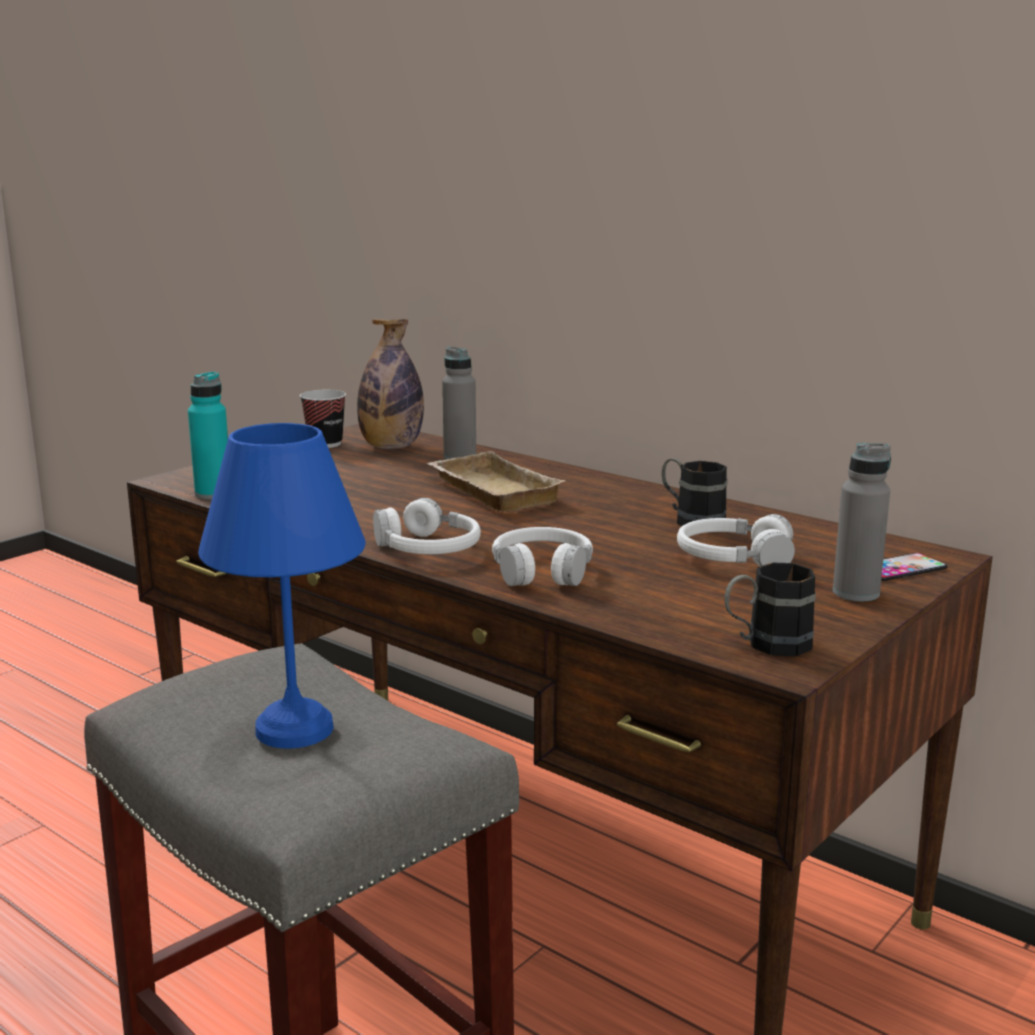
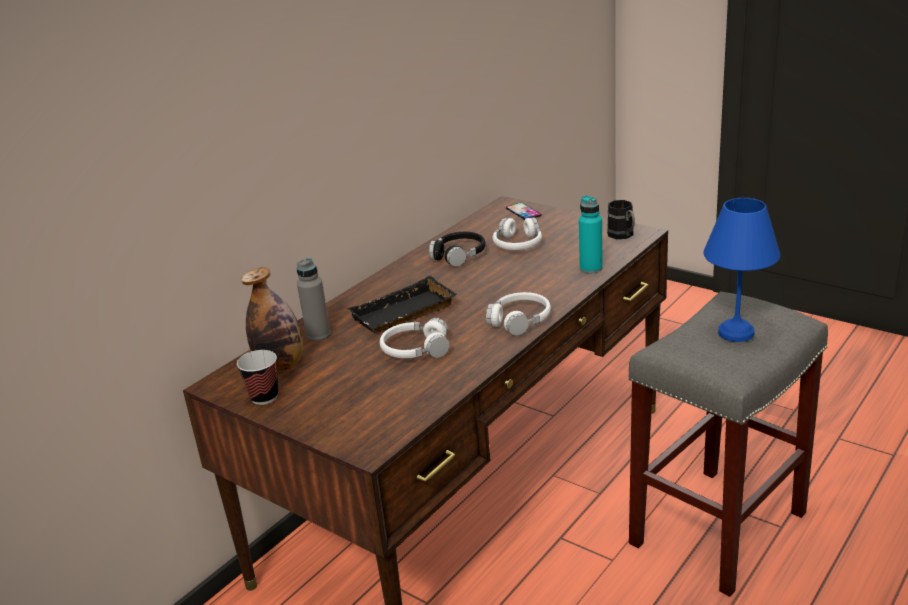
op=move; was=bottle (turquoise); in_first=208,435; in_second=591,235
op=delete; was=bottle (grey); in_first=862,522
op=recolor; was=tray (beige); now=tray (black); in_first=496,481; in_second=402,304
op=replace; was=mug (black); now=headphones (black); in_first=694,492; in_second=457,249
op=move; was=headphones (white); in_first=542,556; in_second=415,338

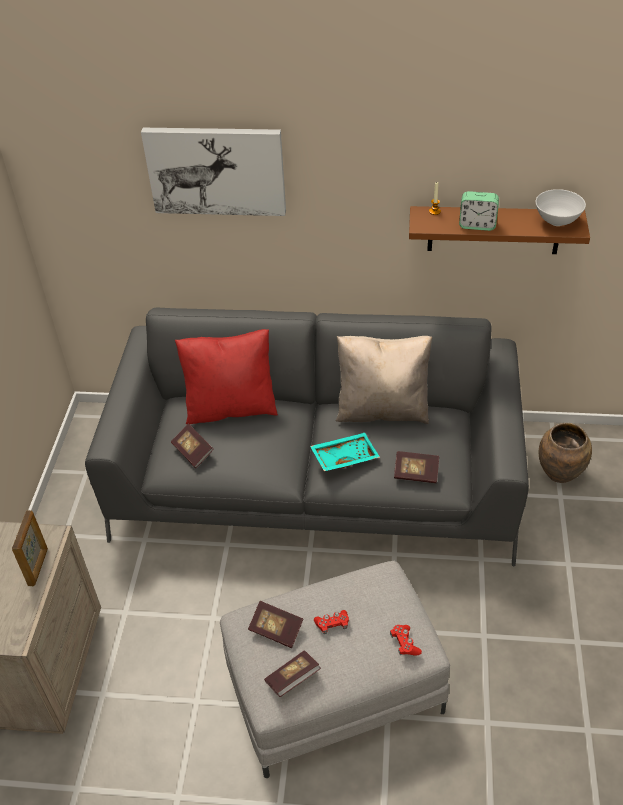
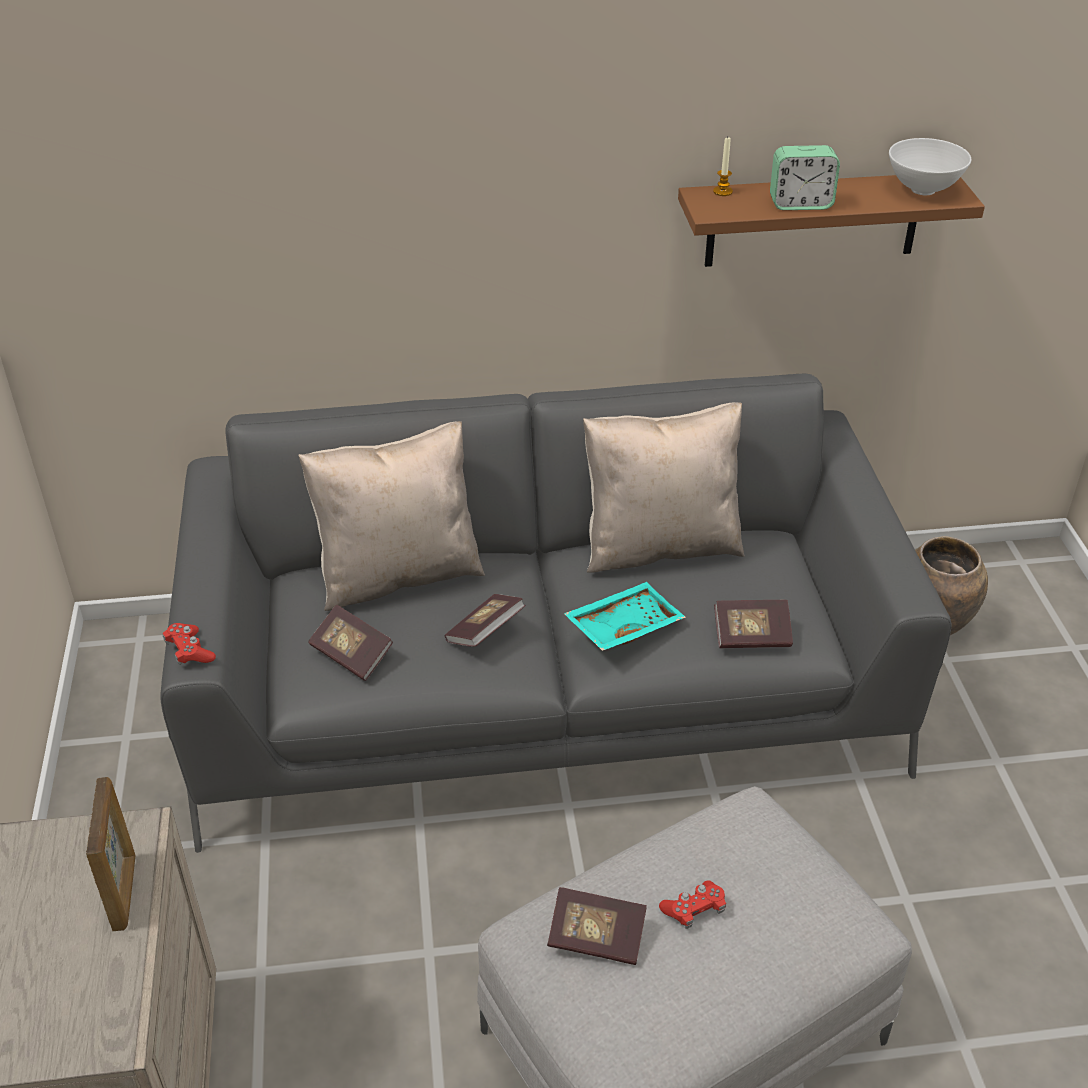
op=delete; was=picture; in_first=213,172
op=recolor; was=pillow (red); now=pillow (beige); in_first=226,376; in_second=391,516
op=move; was=game controller (red); in_first=406,640; in_second=189,644
op=move; was=book; in_first=292,673; in_second=485,620

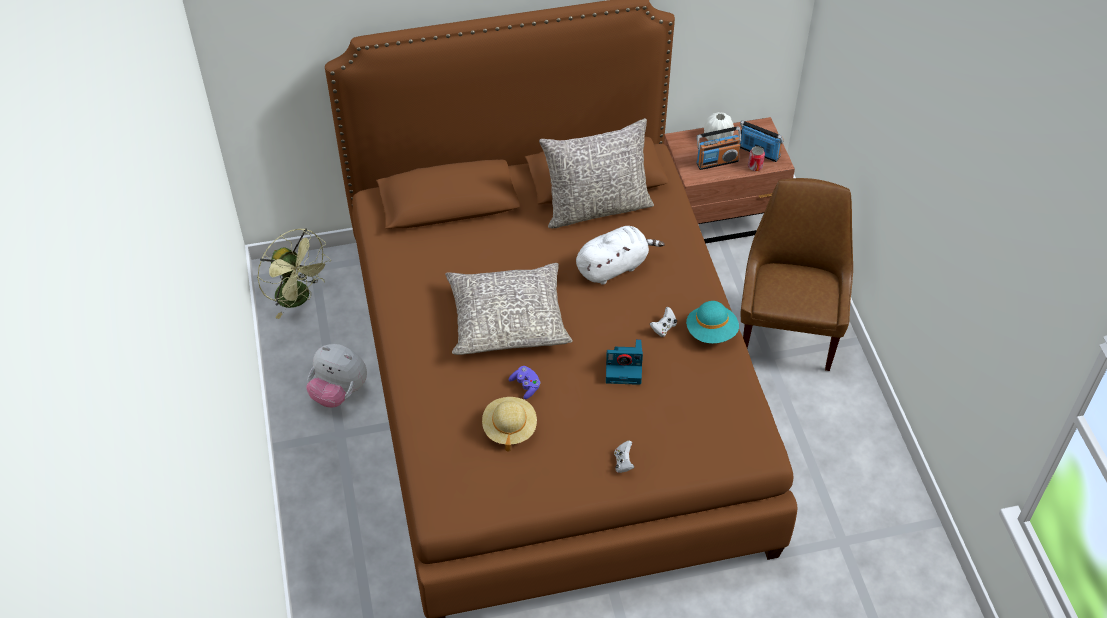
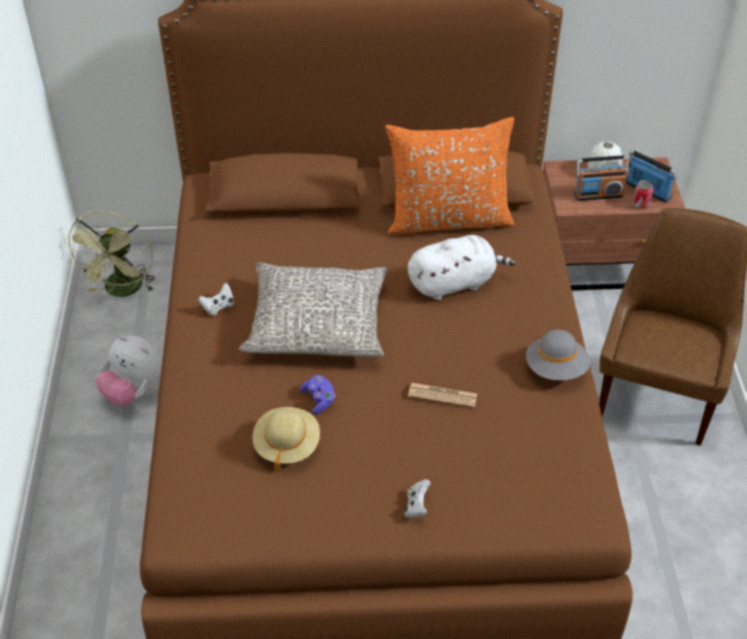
op=recolor; was=pillow (grey); now=pillow (orange); in_first=596,173; in_second=449,176
op=rotate; was=fan (green); in_first=294,273; in_second=110,254; clockwise=45
op=recolor; was=hat (turquoise); now=hat (grey); in_first=712,322; in_second=558,355
op=move; was=game controller (white); in_first=663,322; in_second=216,299
op=replace; was=photo camera; now=newspaper; in_first=624,362; in_second=442,395

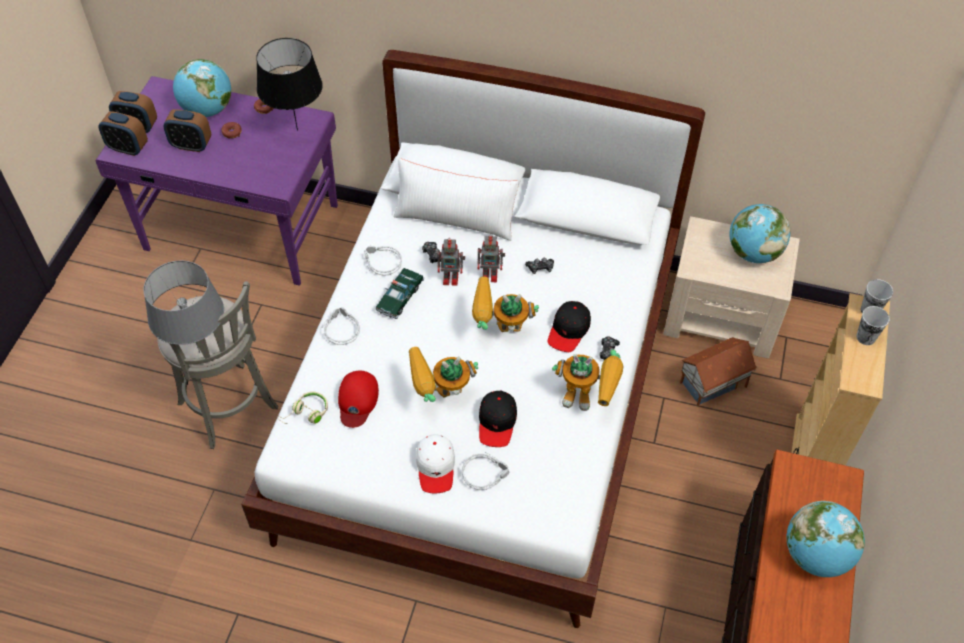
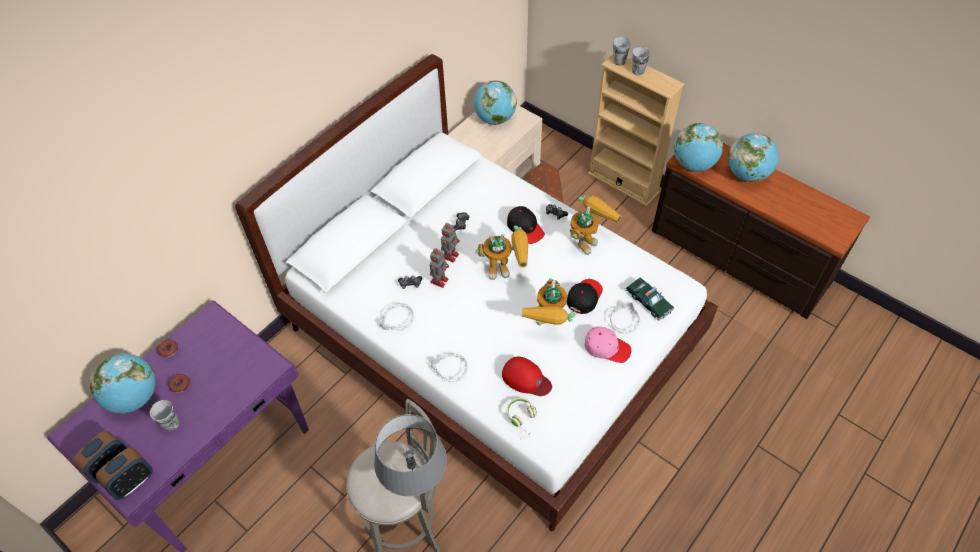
op=delete; was=table lamp (black); in_first=289,84
op=replace; was=alarm clock; now=cup; in_first=187,130; in_second=165,415
op=delete; was=pillow (white); in_first=456,199
op=move; was=toy car; in_first=399,293; in_second=649,299
op=rotate; was=toy robot; in_first=505,304; in_second=501,252; clockwise=-120
op=rotate; was=cap (black); in_first=498,419; in_second=585,296; clockwise=-90
op=recolor; was=cap (white); now=cap (pink); in_first=435,463; in_second=608,344
op=insert; now=globe; in_second=698,147

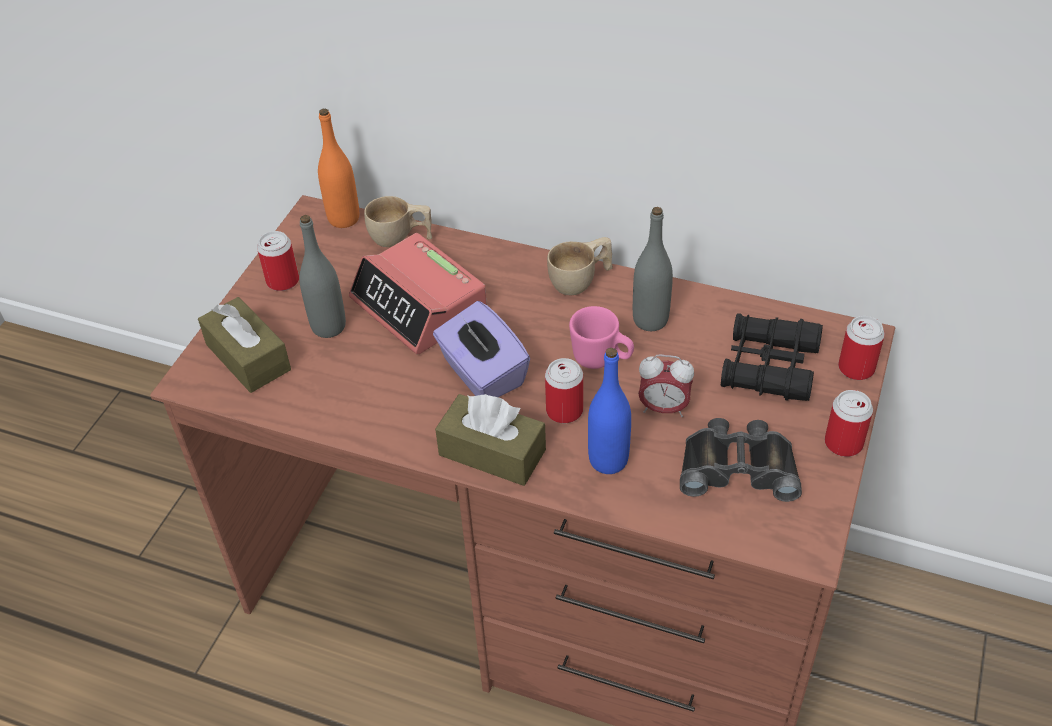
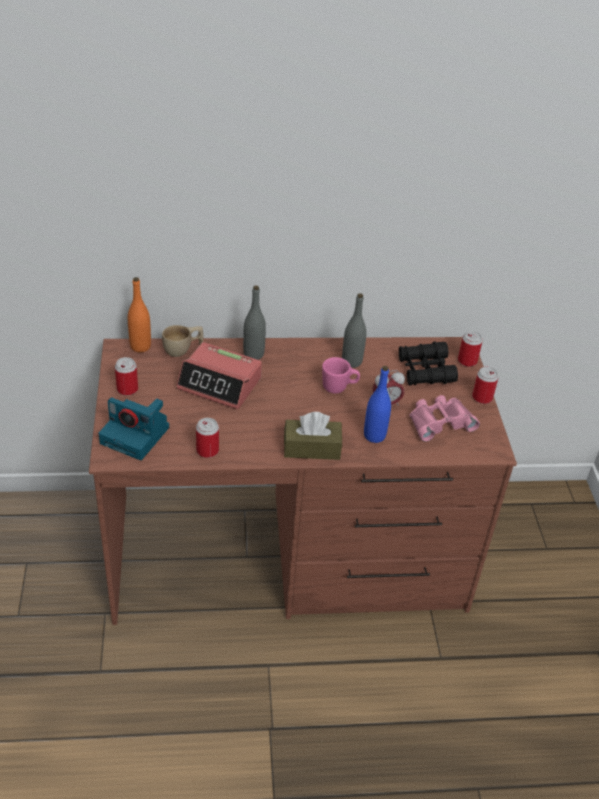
op=move; was=bottle (grey); in_first=322,276; in_second=254,323
op=delete; was=cup (beige); in_first=580,266
op=replace; was=tissue box (brown); now=photo camera; in_first=244,345; in_second=134,429
op=delete; was=tissue box (purple); in_first=481,349
op=move; was=can; in_first=564,390; in_second=207,438
op=recolor; was=binoculars (black); now=binoculars (pink); in_first=741,460; in_second=445,418

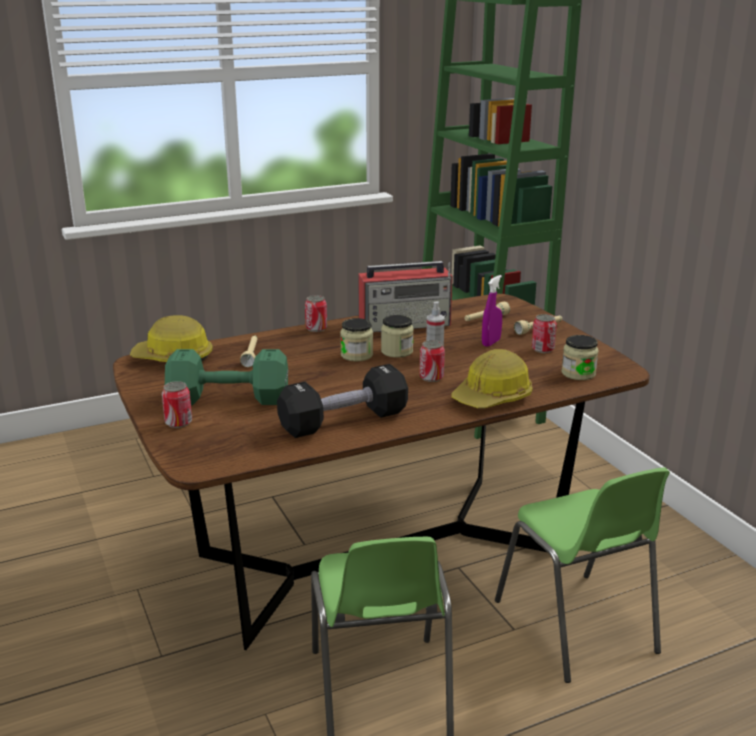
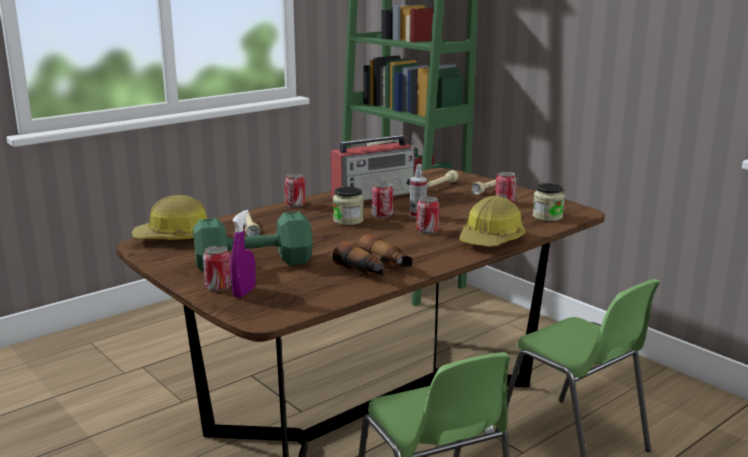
op=move; was=spray bottle (purple); in_first=492,311; in_second=243,254
op=replace; was=jar; now=can; in_first=397,336; in_second=382,200
op=replace; was=dumbbell (black); now=binoculars; in_first=342,401; in_second=372,255

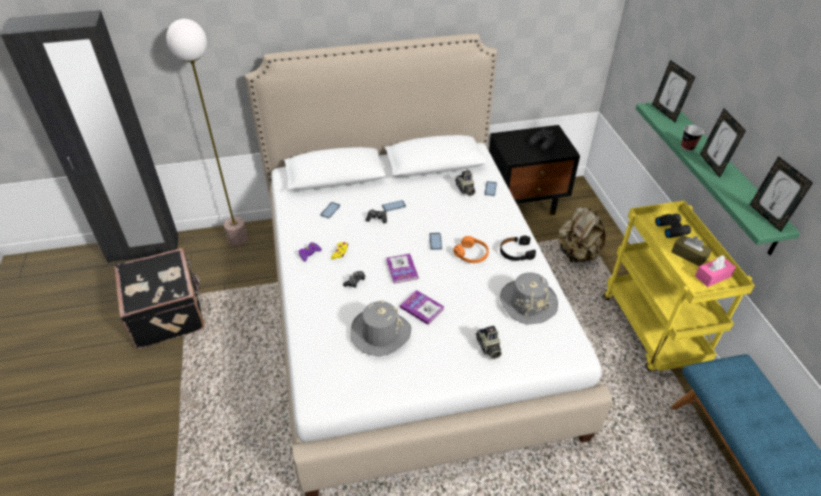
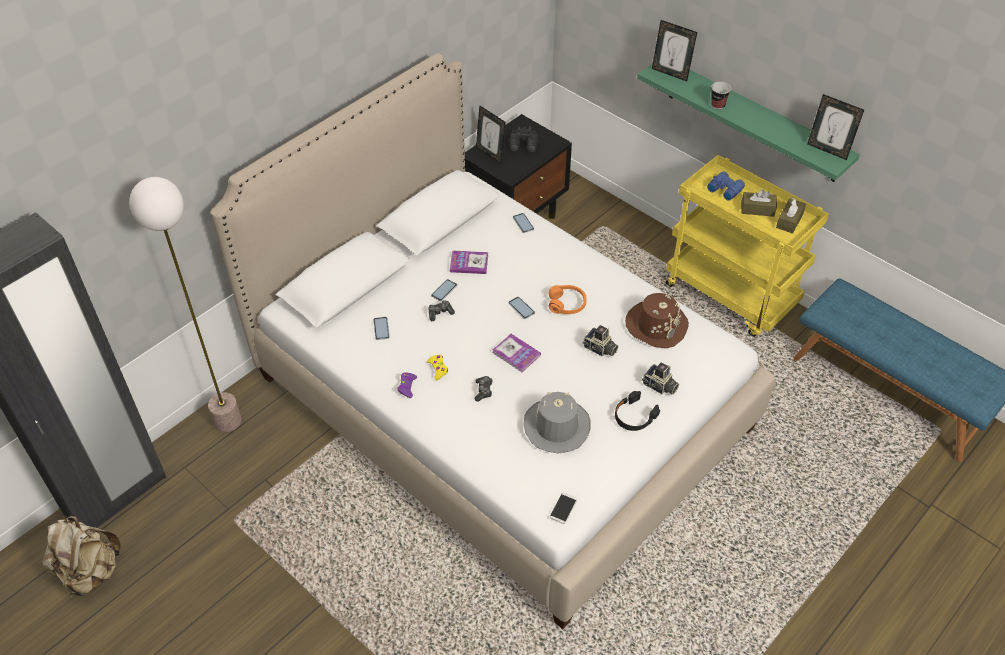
op=move; was=picture frame; in_first=723,143; in_second=490,134
op=move; was=photo camera; in_first=465,183; in_second=600,341
op=move; was=backpack (beige); in_first=582,235; in_second=81,556
op=recolor; was=binoculars (black); now=binoculars (blue); in_first=673,226; in_second=726,186
op=move; was=headphones (black); in_first=518,248; in_second=637,411
op=delete; was=suitcase (black); in_first=159,298
op=recolor; was=tissue box (pink); now=tissue box (brown); in_first=715,271; in_second=791,216
op=recolor; was=hat (grey); now=hat (brown); in_first=529,298; in_second=657,320
op=move; was=book; in_first=422,307; in_second=469,262
op=insert; now=phone; in_second=563,508

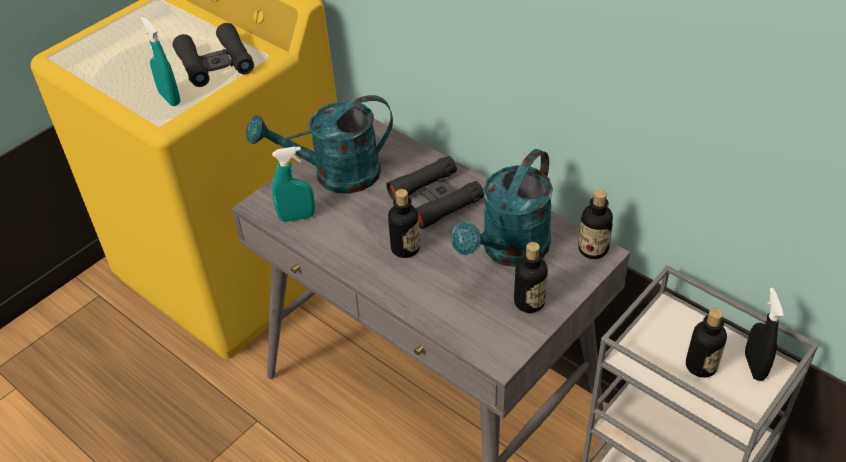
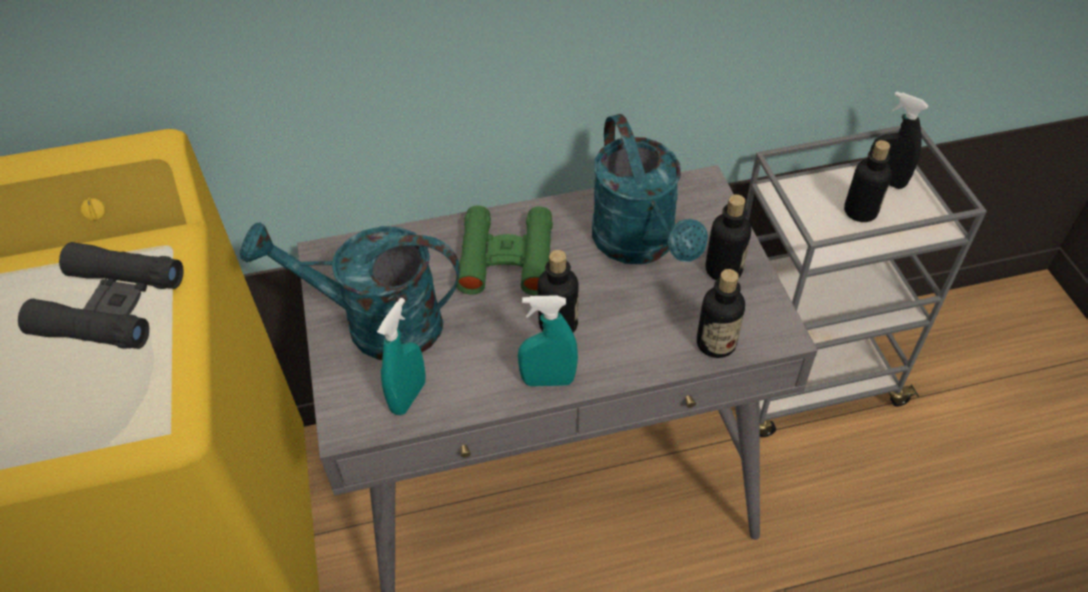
op=move; was=spray bottle (turquoise); in_first=161,61; in_second=548,341
op=rotate; was=watering can (turquoise); in_first=319,144; in_second=350,291; clockwise=75
op=recolor; was=binoculars (black); now=binoculars (green); in_first=435,192; in_second=504,251
op=move; was=bottle; in_first=595,224; in_second=721,313

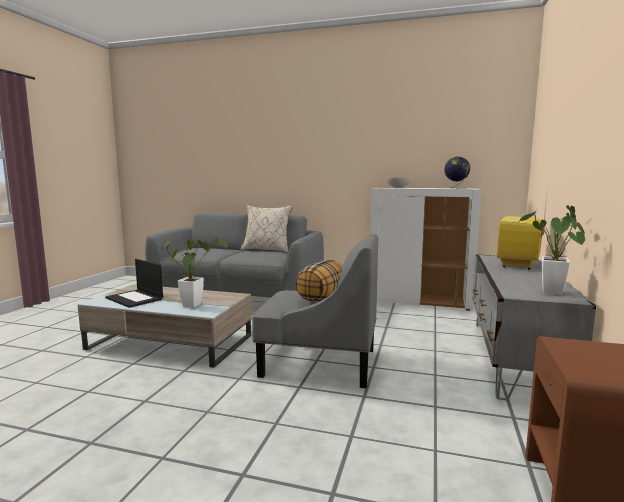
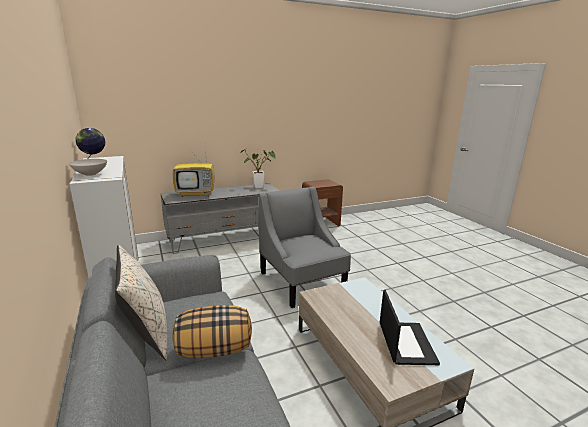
op=delete; was=potted plant; in_first=194,272
op=move; was=pillow; in_first=319,281; in_second=212,331

